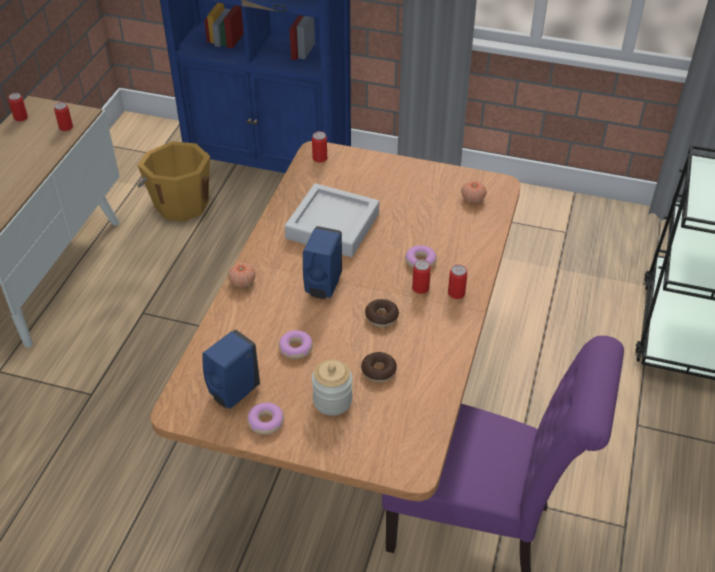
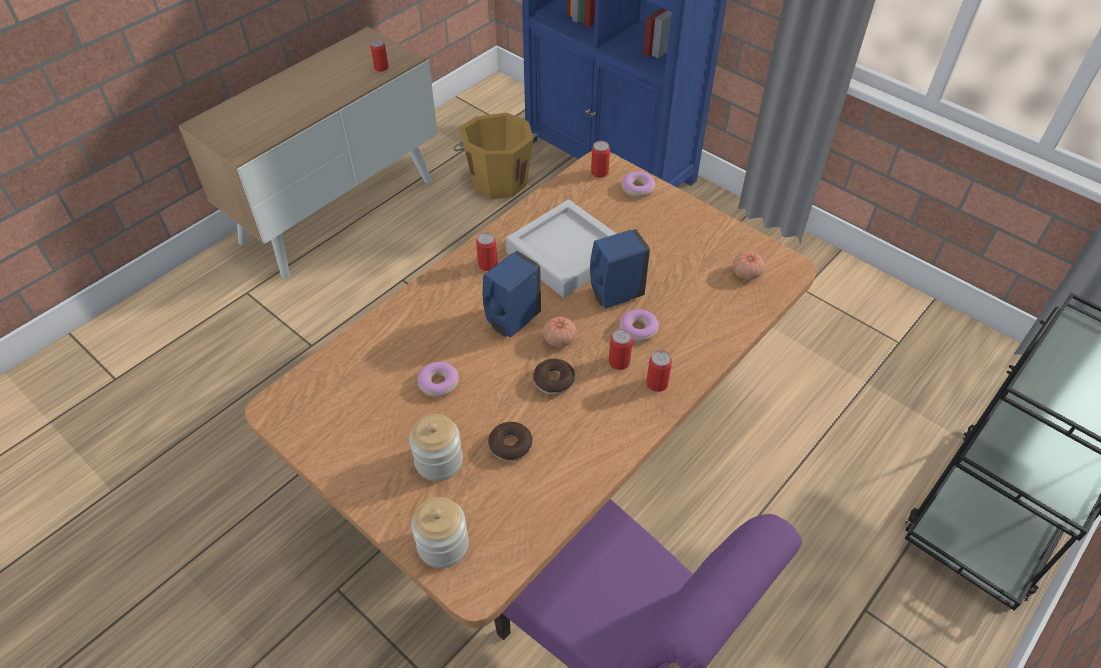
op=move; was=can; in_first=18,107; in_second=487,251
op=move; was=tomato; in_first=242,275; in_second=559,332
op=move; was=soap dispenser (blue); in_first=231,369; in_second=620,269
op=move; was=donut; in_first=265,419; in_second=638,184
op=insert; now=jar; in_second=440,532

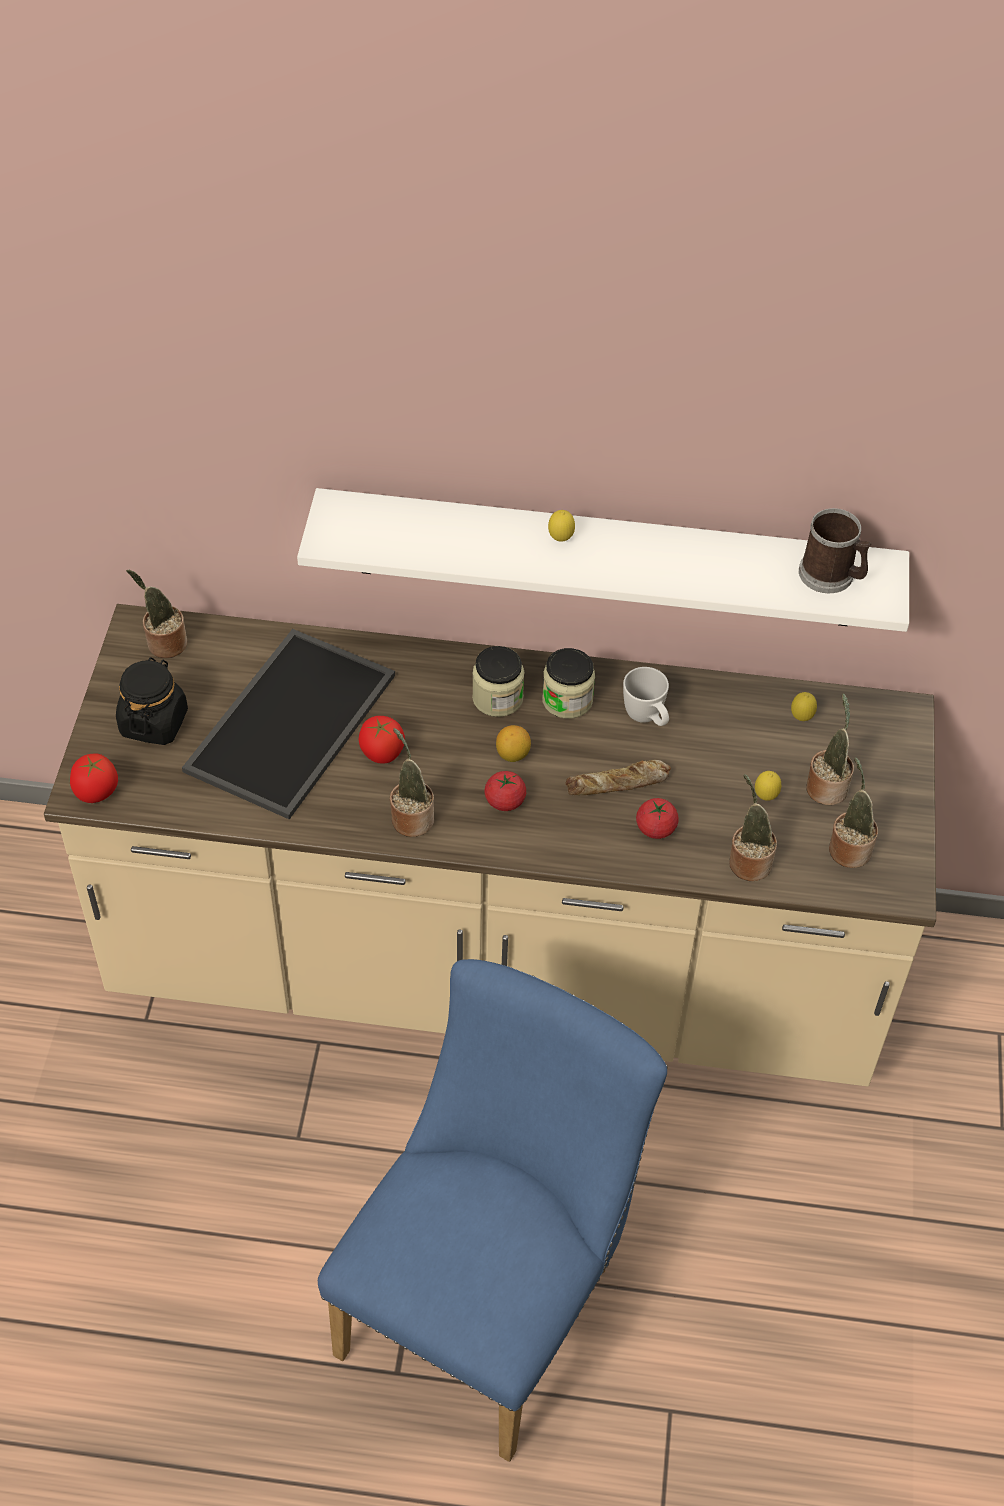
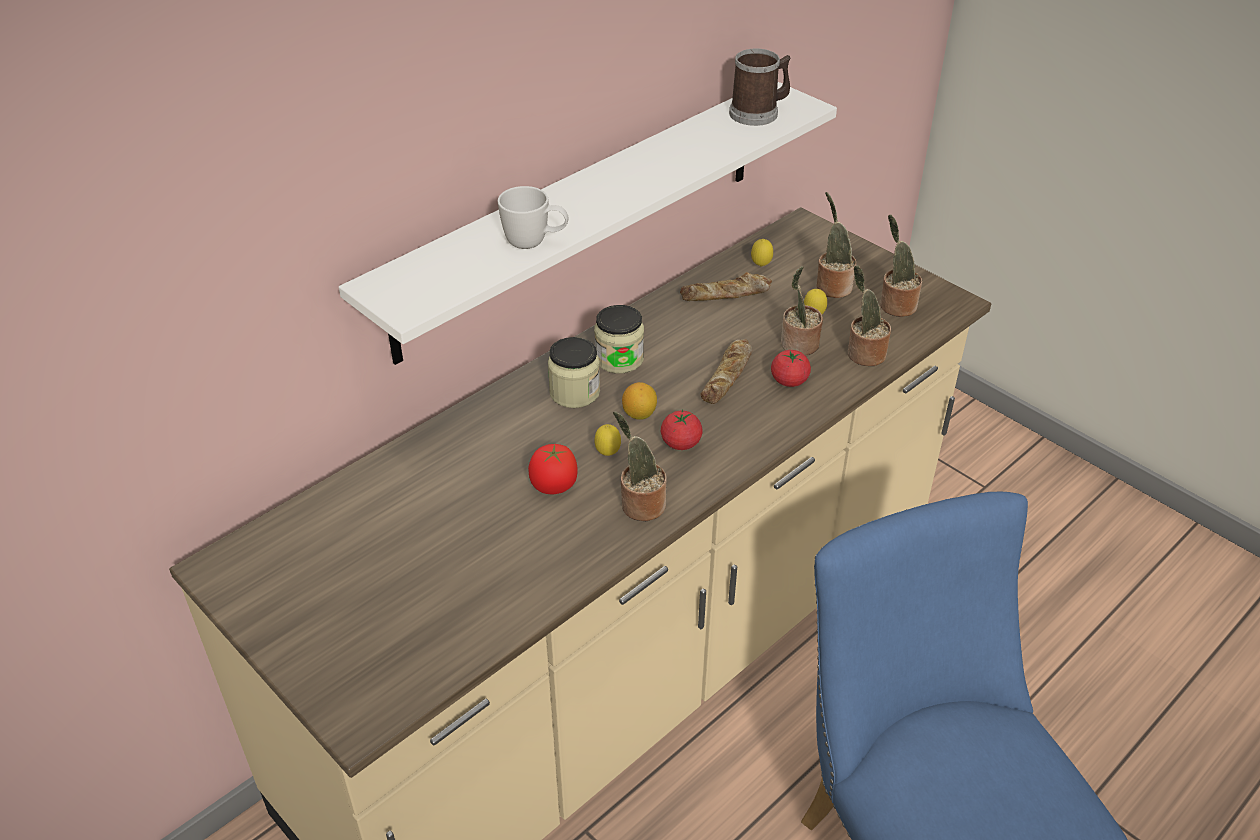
op=move; was=lemon; in_first=561,526; in_second=607,440
op=move; was=potted plant; in_first=156,613; in_second=802,310
op=delete; was=tray; in_first=288,724
op=delete; was=jar (black); in_first=152,701
op=move; was=mug (white); in_first=646,696; in_second=533,217
op=delete; was=tomato; in_first=94,778
op=insert; now=bread; in_second=726,286

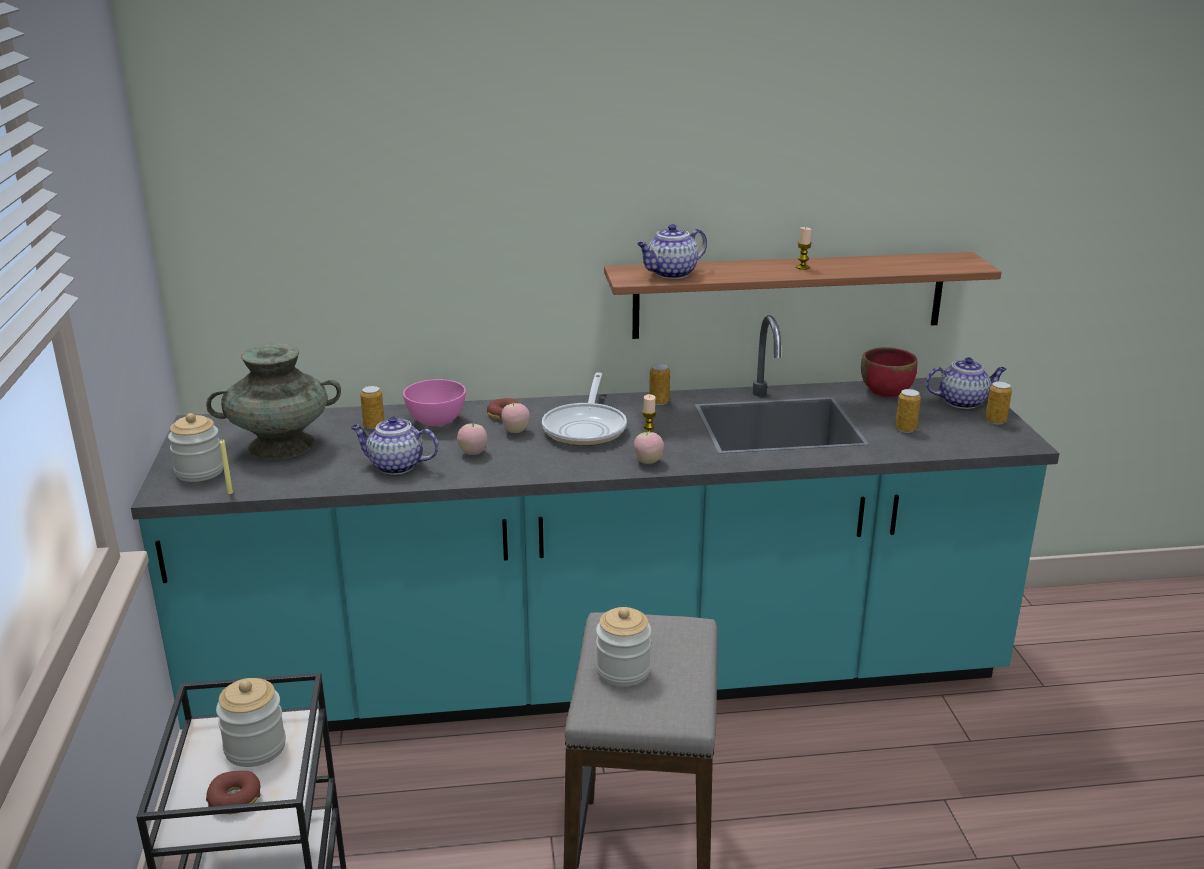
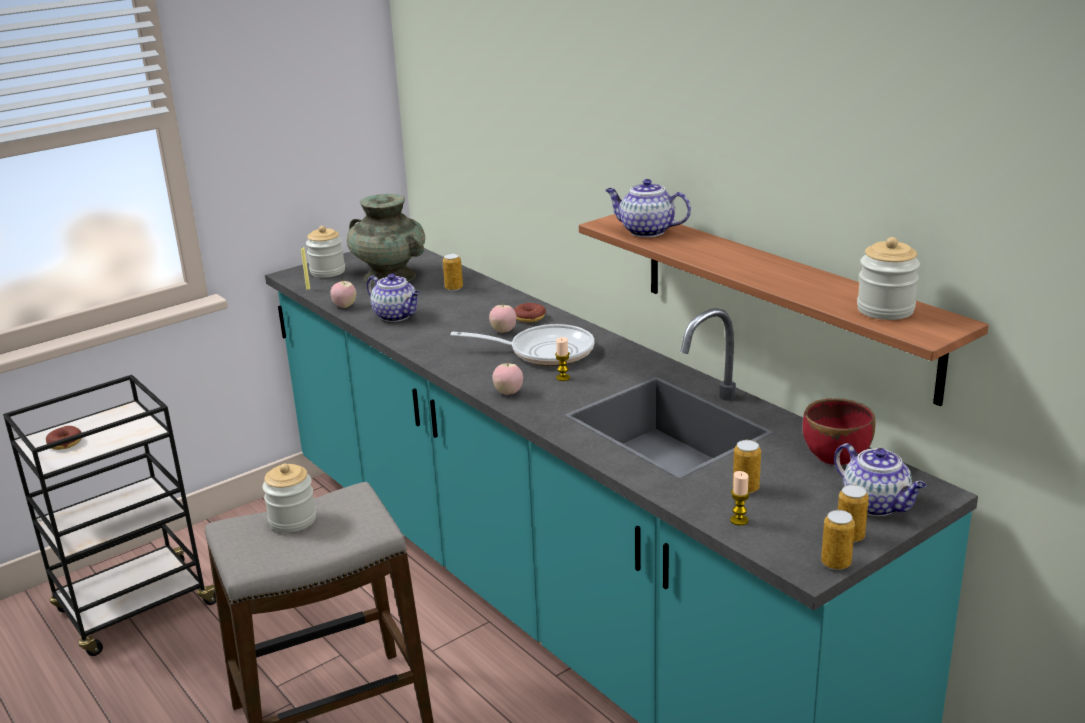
op=move; was=candle; in_first=804,248; in_second=740,498
op=move; was=can; in_first=659,384; in_second=838,540
op=rotate; was=frying pan; in_first=584,409; in_second=522,345; clockwise=-150
op=delete; was=bowl (pink); in_first=434,402
op=rotate; was=teapot; in_first=394,445; in_second=393,297; clockwise=150
op=move; was=apple; in_first=472,439; in_second=343,294
op=move; was=jar; in_first=251,722; in_second=888,278

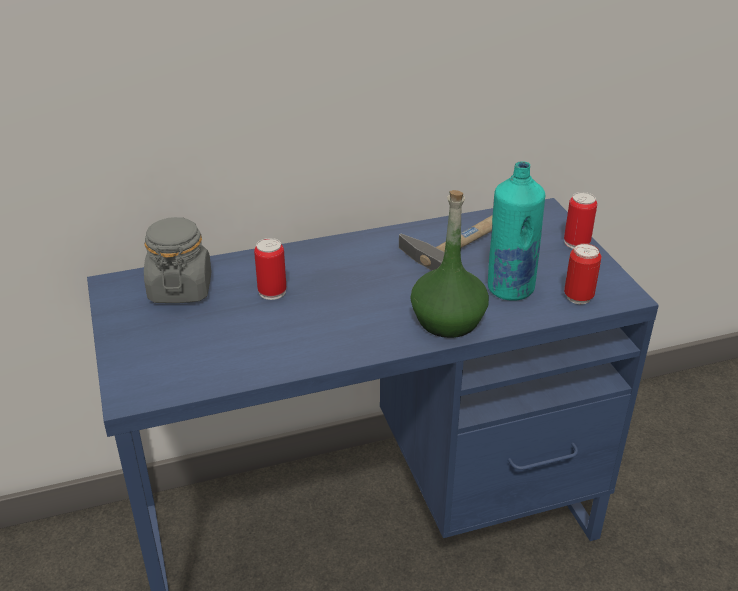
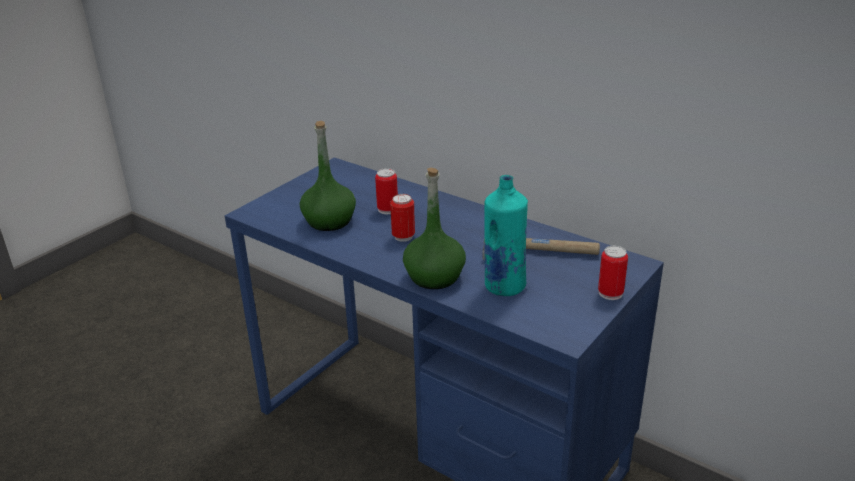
op=delete; was=jar (grey); in_first=178,260
op=move; was=can; in_first=582,273; in_second=402,218
op=insert; now=bottle (green); in_second=328,176

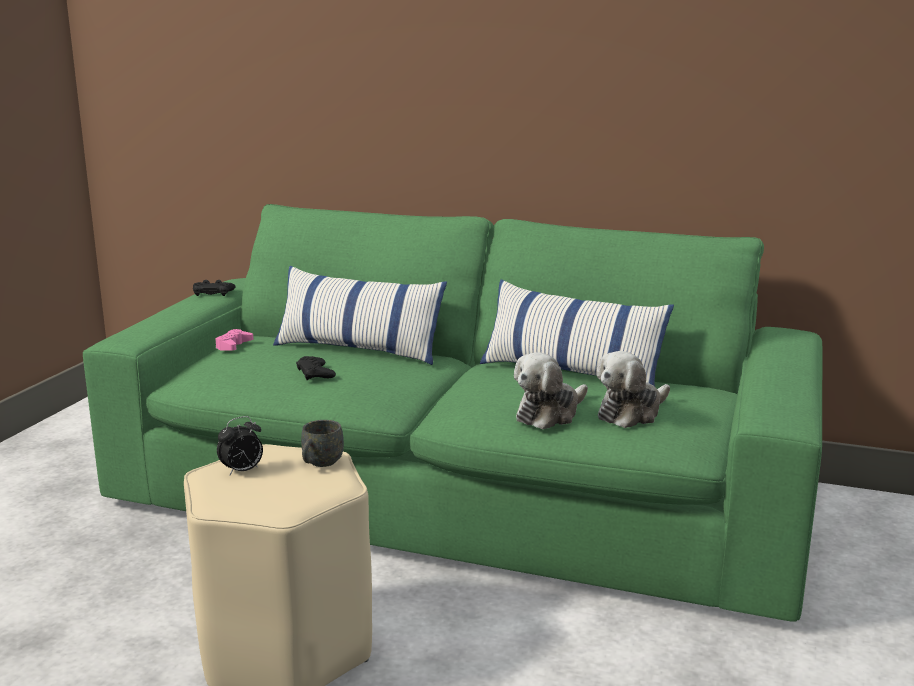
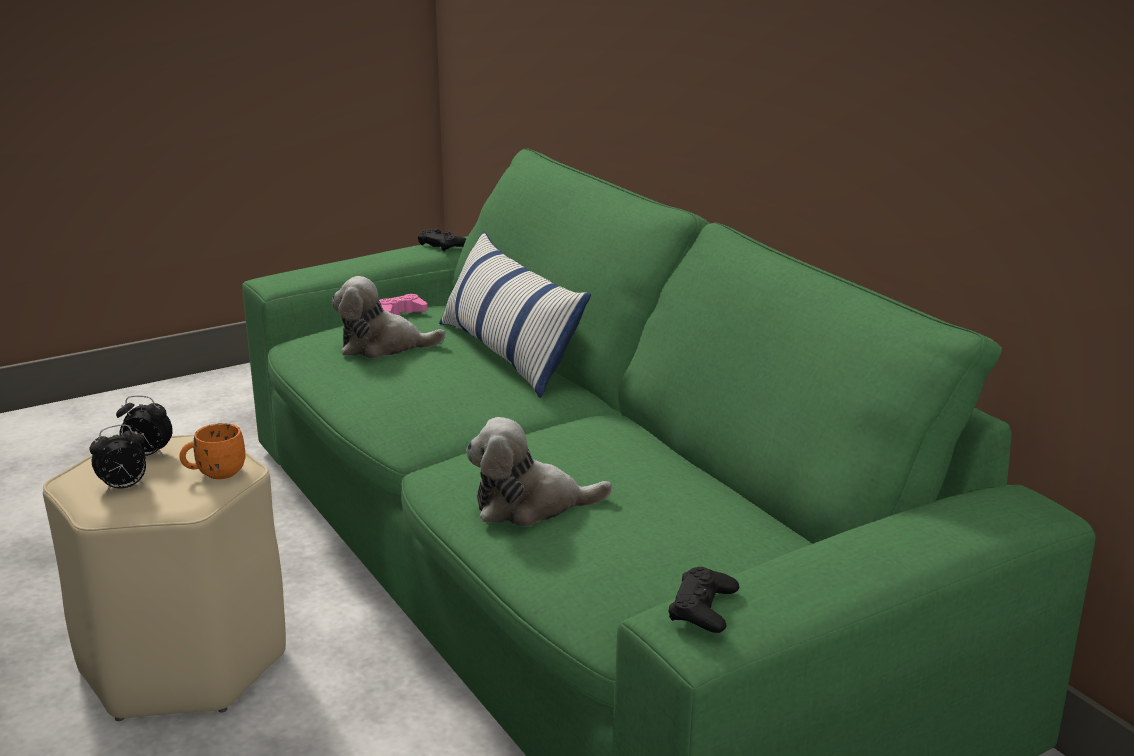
op=delete; was=pillow; in_first=577,333
op=move; was=plush toy; in_first=633,389; in_second=389,317
op=move; was=game controller (black); in_first=316,368; in_second=704,600
op=recolor; was=mug (grey); now=mug (orange); in_first=322,443; in_second=212,451
op=insert; now=alarm clock; in_second=117,458

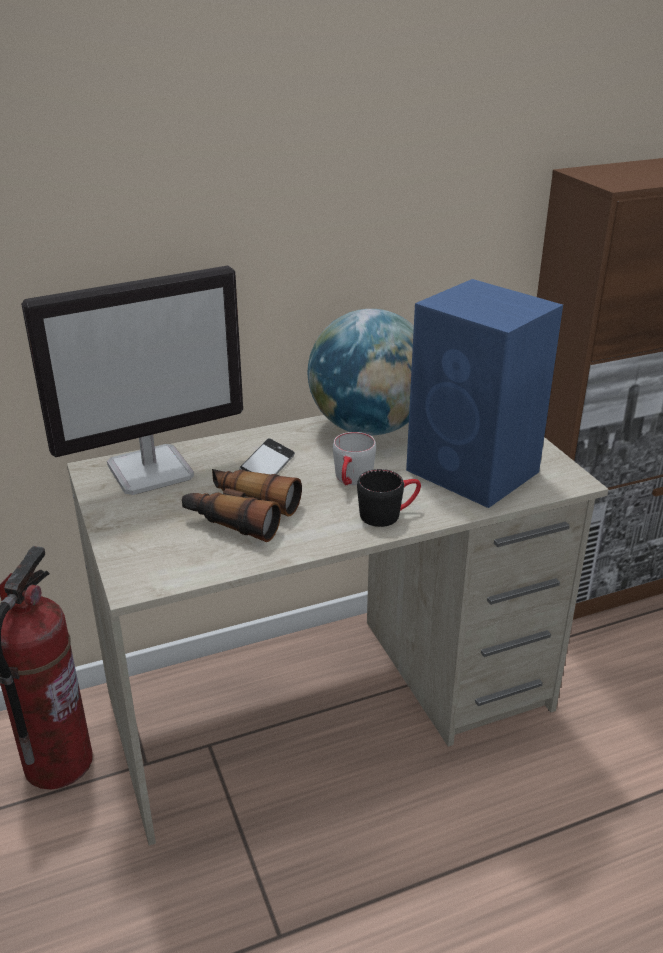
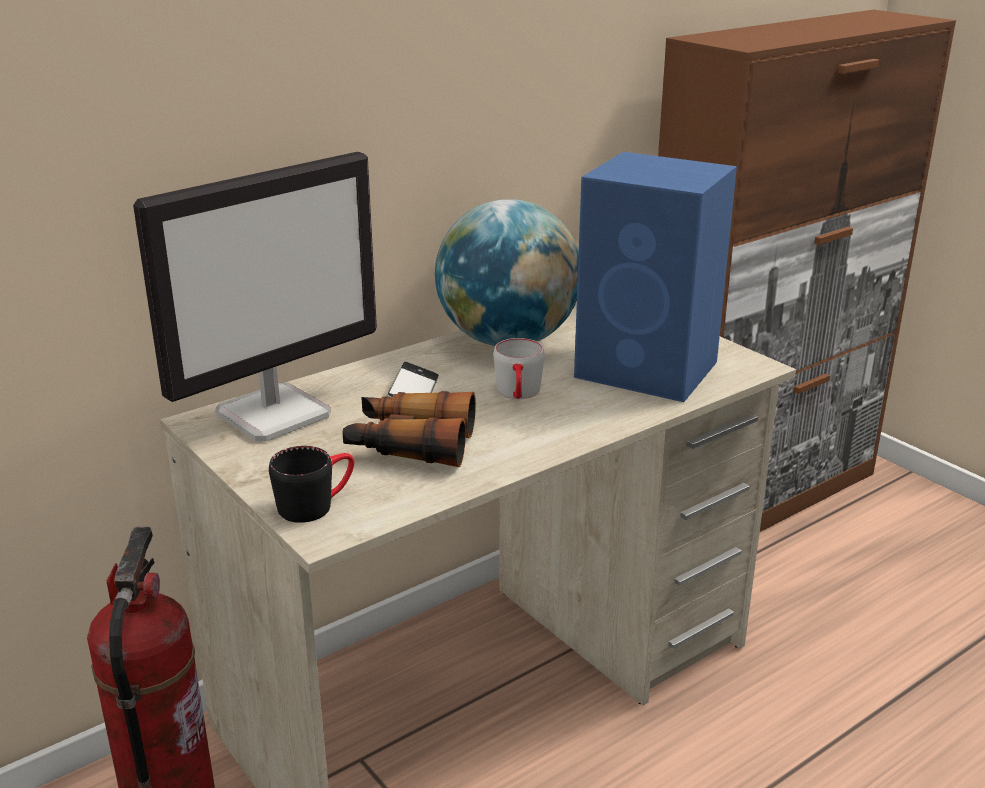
op=move; was=mug (black); in_first=389,498; in_second=311,484

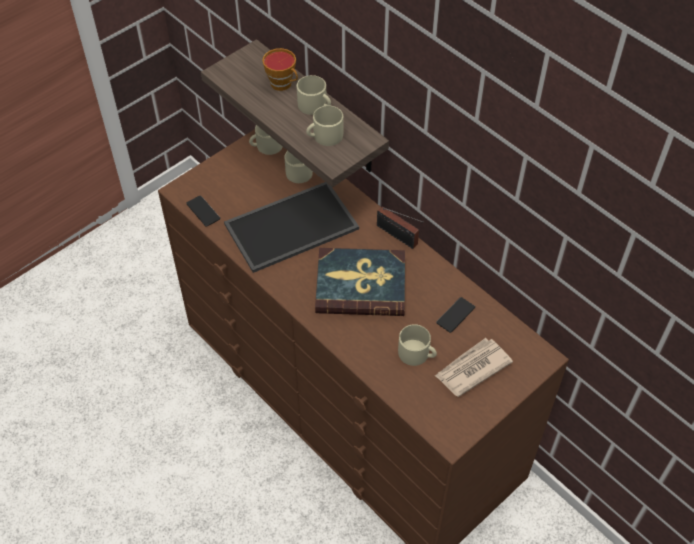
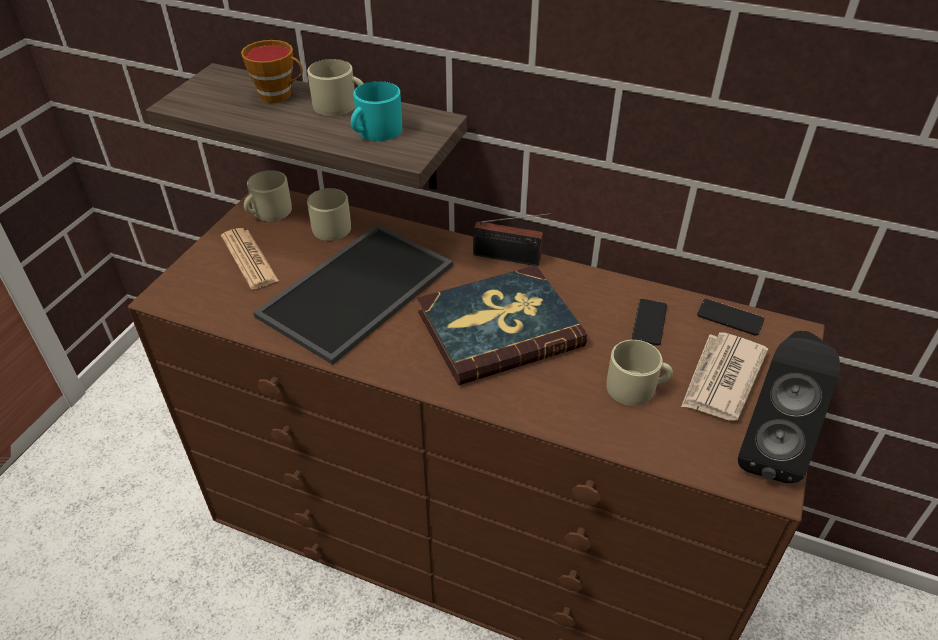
op=recolor; was=mug (beige); now=mug (turquoise); in_first=324,125; in_second=376,111
op=move; was=phone; in_first=203,211; in_second=730,317
op=insert; now=newspaper; in_second=250,258
op=insert; now=speaker (black); in_second=789,407

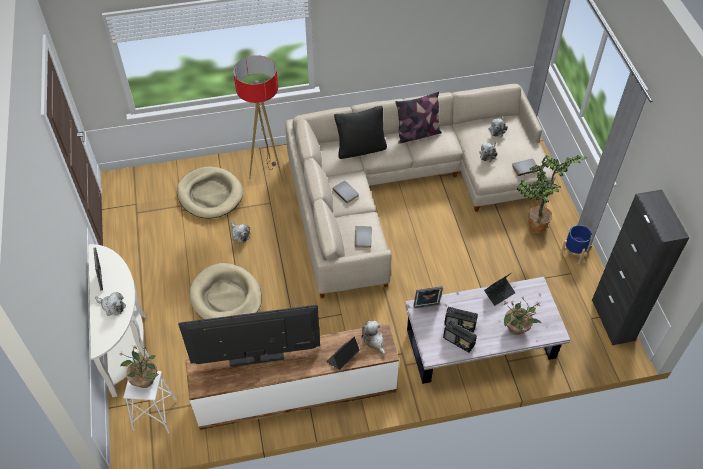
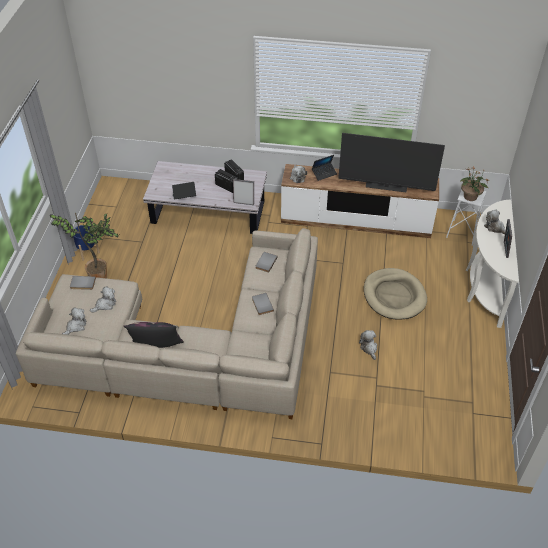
op=delete; was=floor lamp; in_first=258,118
op=delete; was=pillow (black); in_first=360,132
op=delete; was=dog bed (beige); in_first=210,192
op=delete; was=cabinet (black); in_first=640,267
op=delete; was=potted plant; in_first=522,316

